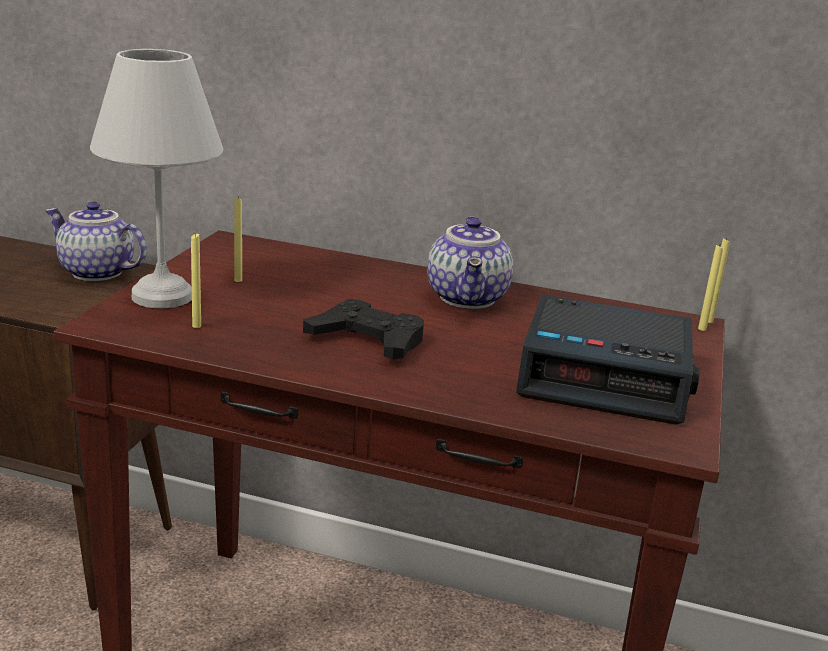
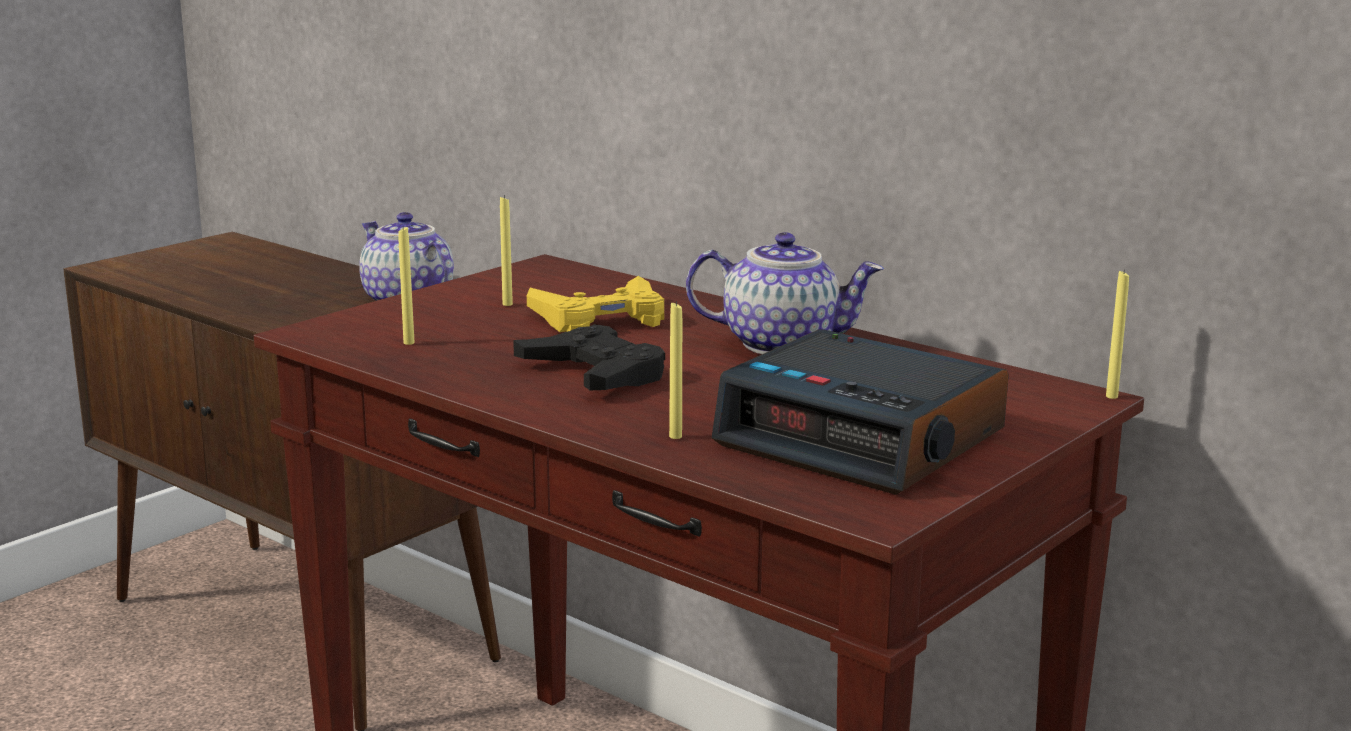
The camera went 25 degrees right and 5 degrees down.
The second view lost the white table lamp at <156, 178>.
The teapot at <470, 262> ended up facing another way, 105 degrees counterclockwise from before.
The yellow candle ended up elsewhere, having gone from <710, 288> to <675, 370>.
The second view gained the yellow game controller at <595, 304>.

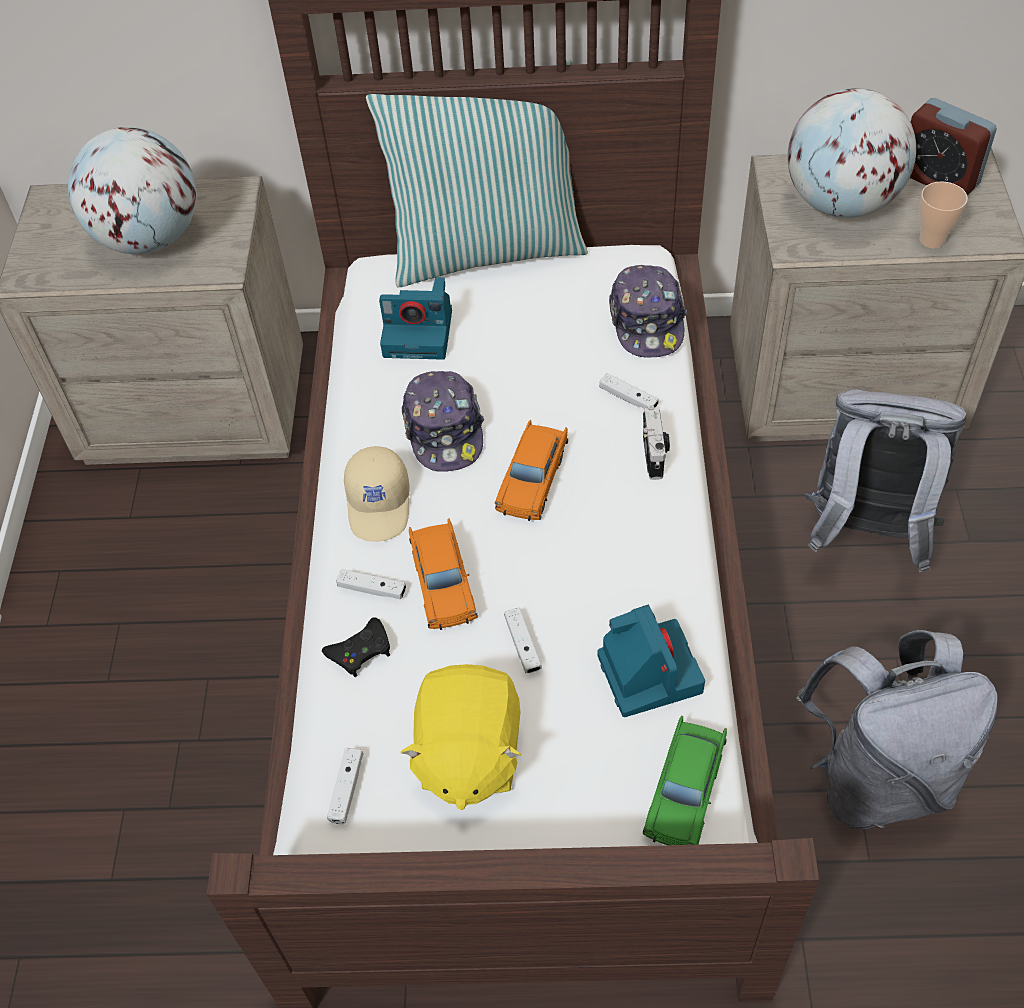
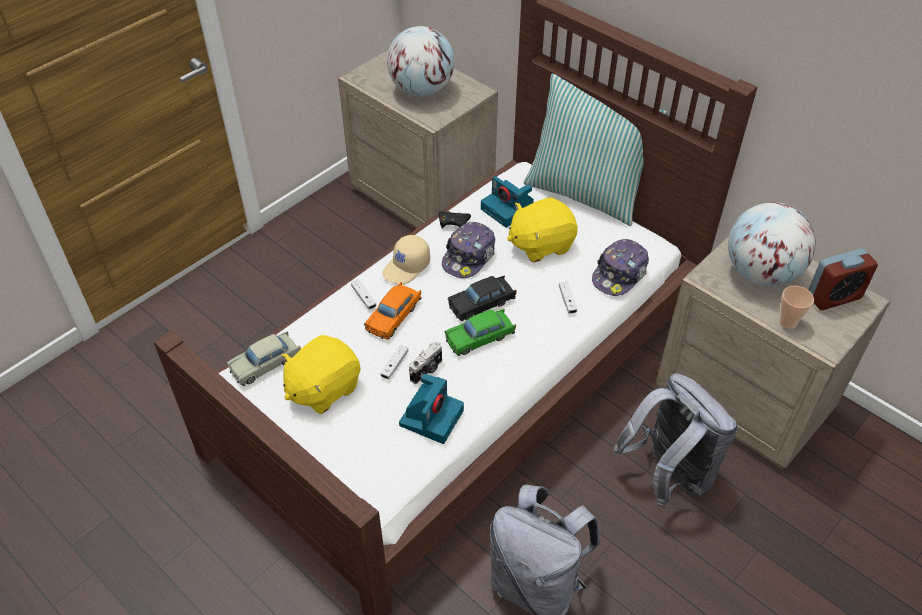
The camera went 40 degrees right and 5 degrees down.
The black game controller ended up elsewhere, having gone from <356, 647> to <454, 220>.
Where the white game controller stood at <345, 786>, the beige toy car came to stand at <263, 358>.
What was the orange toy car at <531, 470> turned into the black toy car at <482, 298>.
The photo camera ended up elsewhere, having gone from <656, 442> to <425, 363>.
The green toy car ended up elsewhere, having gone from <685, 780> to <480, 332>.
The alarm clock at <953, 147> ended up facing another way, 105 degrees counterclockwise from before.
The second view gained the yellow plush toy at <542, 230>.

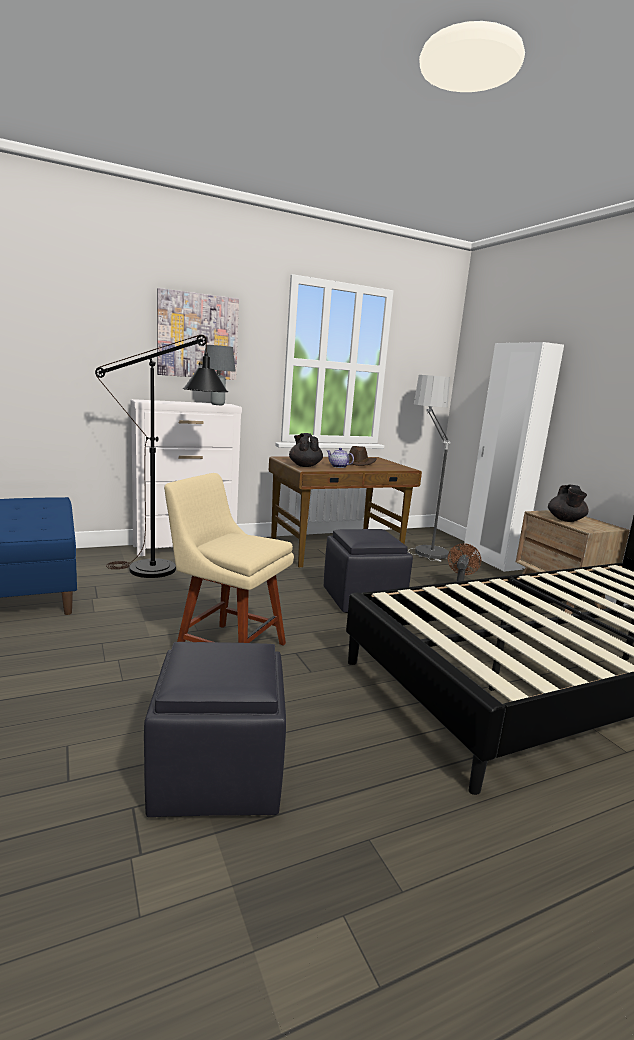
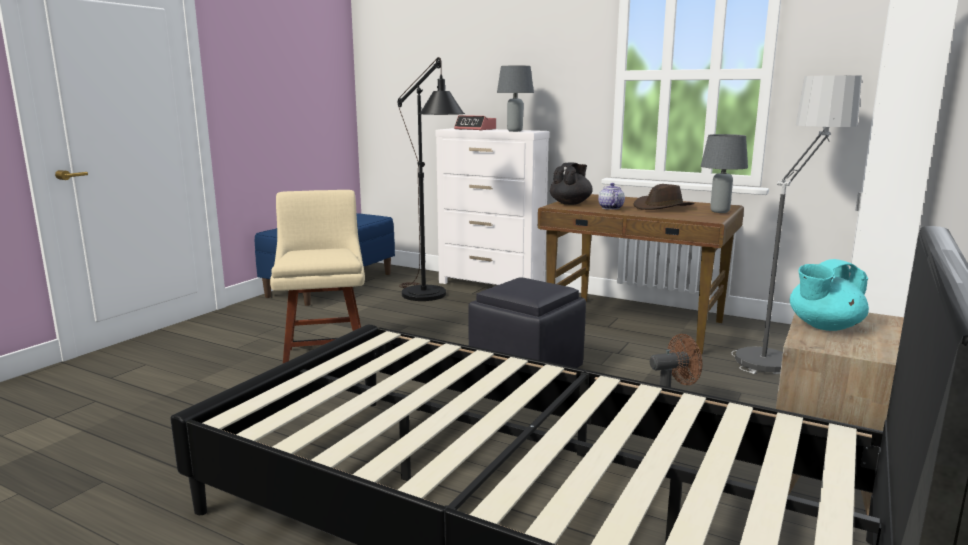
The camera went 55 degrees right and 0 degrees up.
The second view lost the black ottoman at <215, 729>.
The second view lost the picture at <198, 334>.
What was the black teapot at <568, 503> turned into the turquoise teapot at <829, 295>.
The second view gained the alarm clock at <475, 123>.
The second view gained the grey table lamp at <724, 173>.

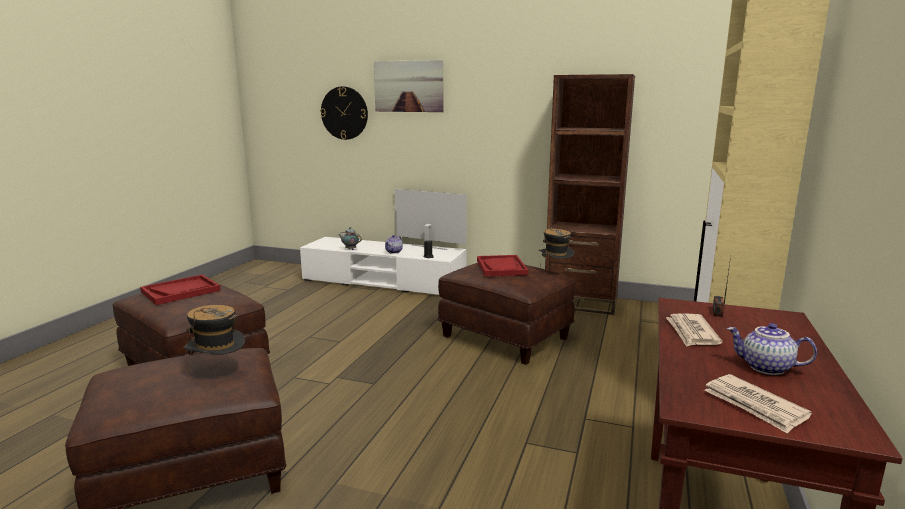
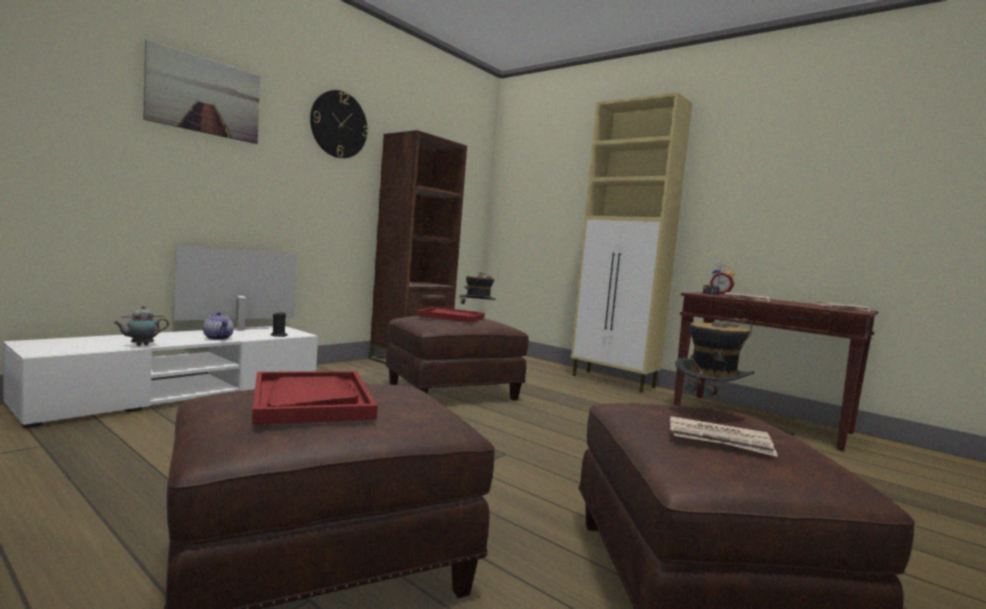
The camera went 70 degrees left and 10 degrees down.
The wall clock ended up elsewhere, having gone from <344, 113> to <339, 124>.
The second view lost the teapot at <772, 349>.
The second view gained the newspaper at <724, 436>.
The second view gained the alarm clock at <722, 279>.

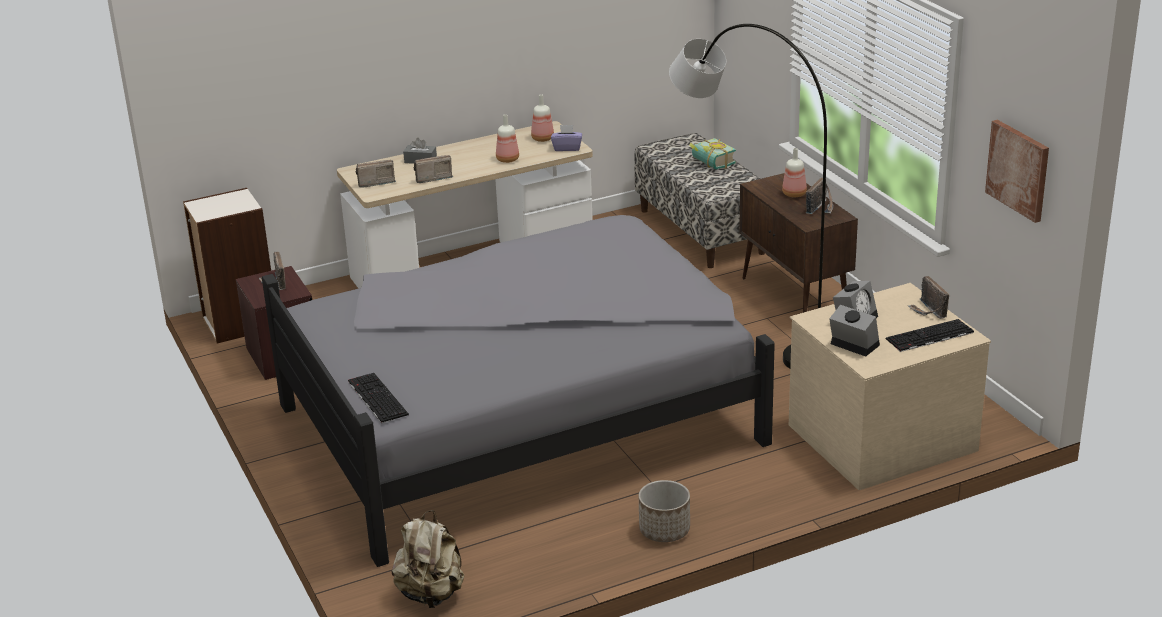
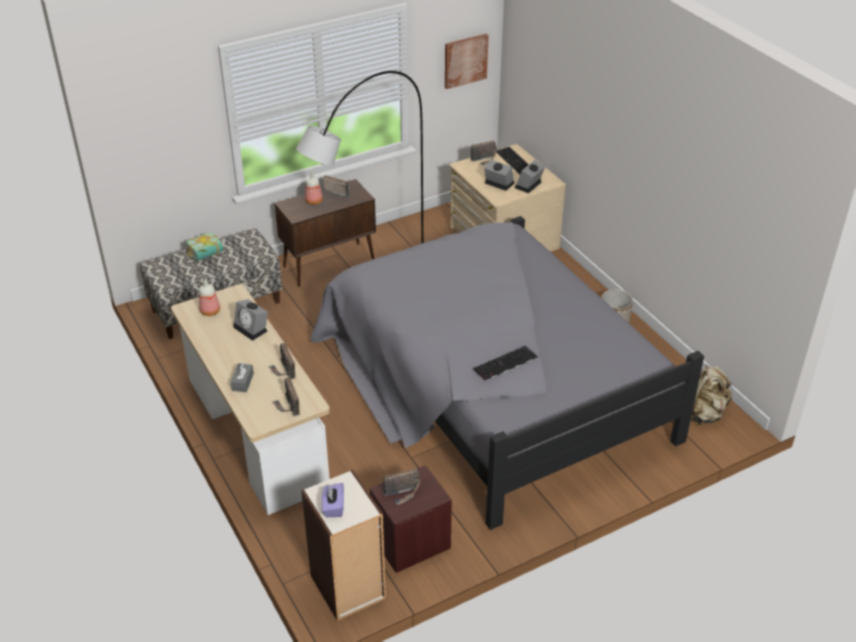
The camera went 95 degrees left and 10 degrees up.
The keyboard ended up elsewhere, having gone from <378, 398> to <505, 363>.
Where the bottle stood at <507, 138>, the alarm clock came to stand at <250, 320>.
The purple tissue box ended up elsewhere, having gone from <566, 138> to <333, 500>.

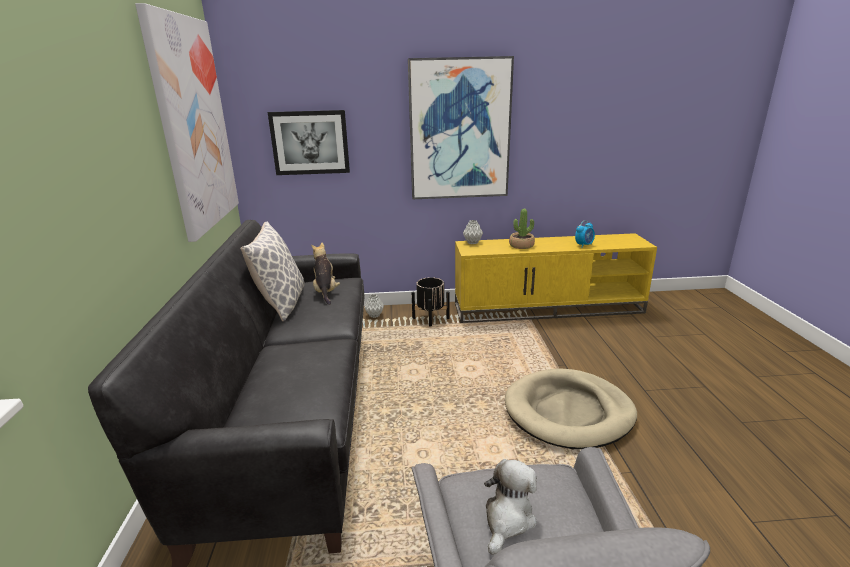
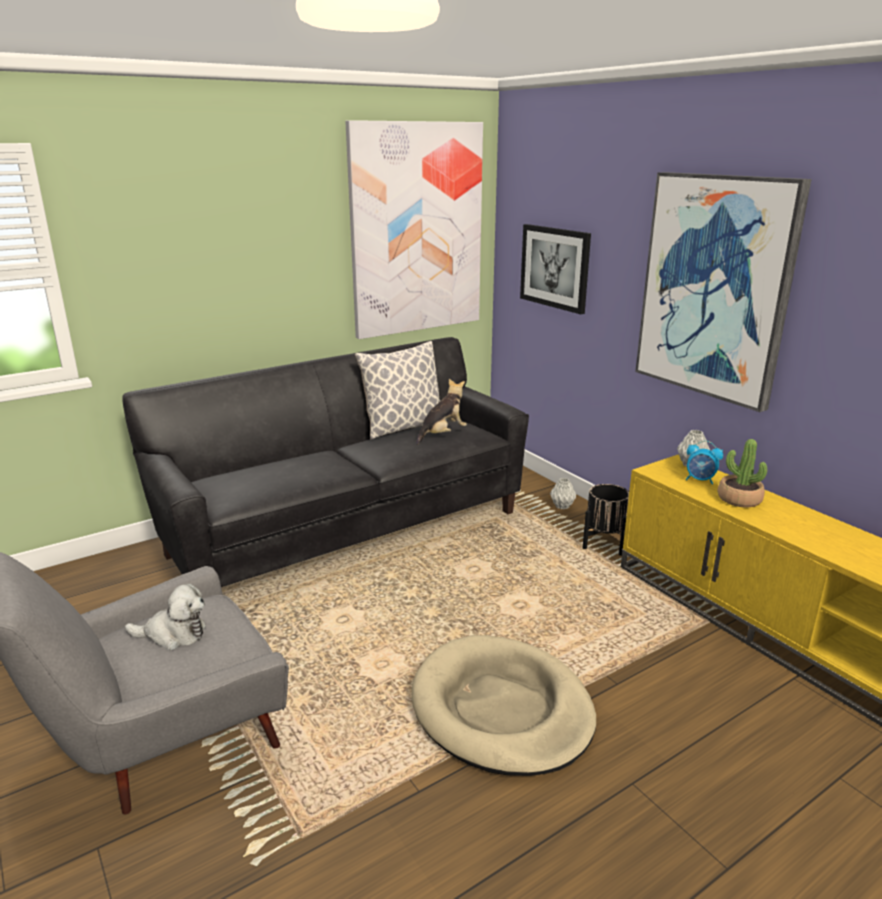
The camera went 60 degrees right and 0 degrees up.
The alarm clock ended up elsewhere, having gone from <585, 234> to <704, 463>.

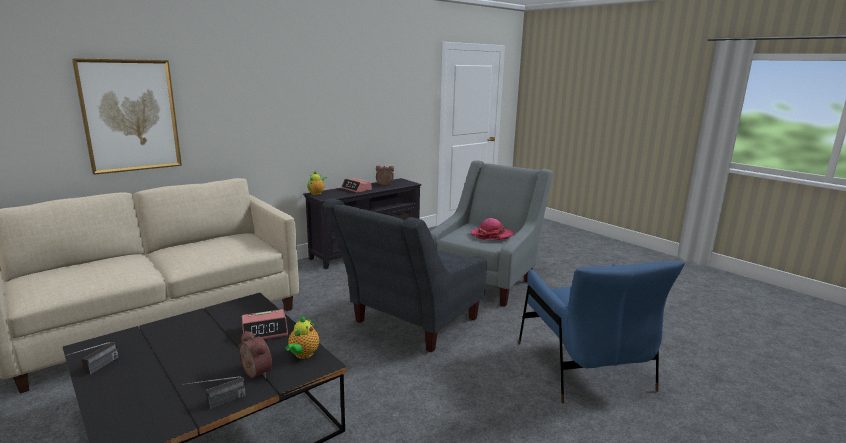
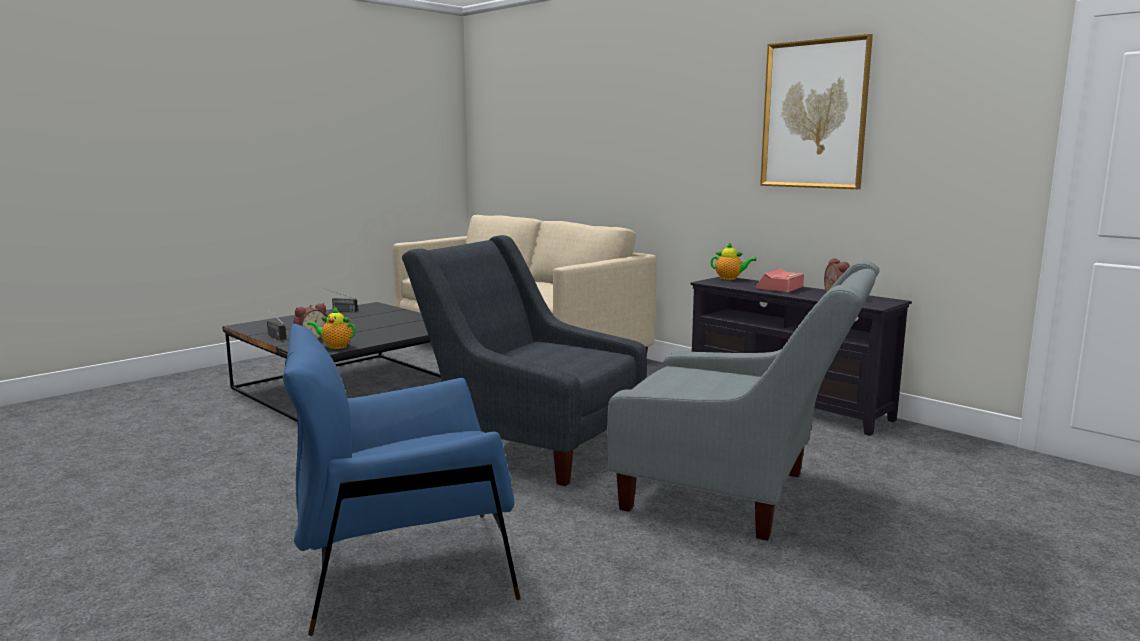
The camera went 85 degrees right and 5 degrees down.
The picture ended up elsewhere, having gone from <127, 116> to <816, 111>.
The second view lost the alarm clock at <265, 324>.
The second view lost the hat at <492, 229>.

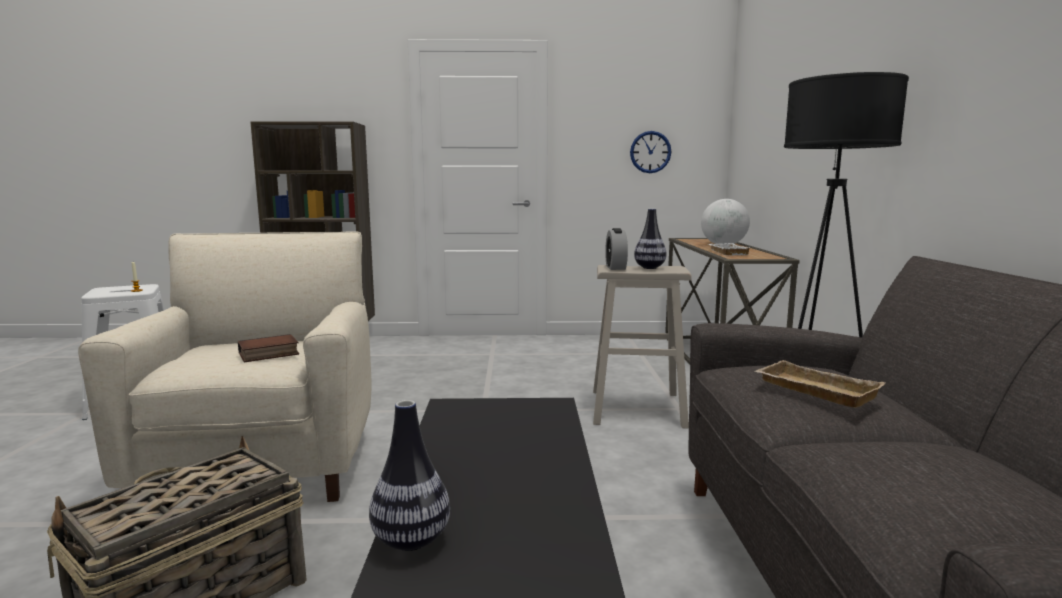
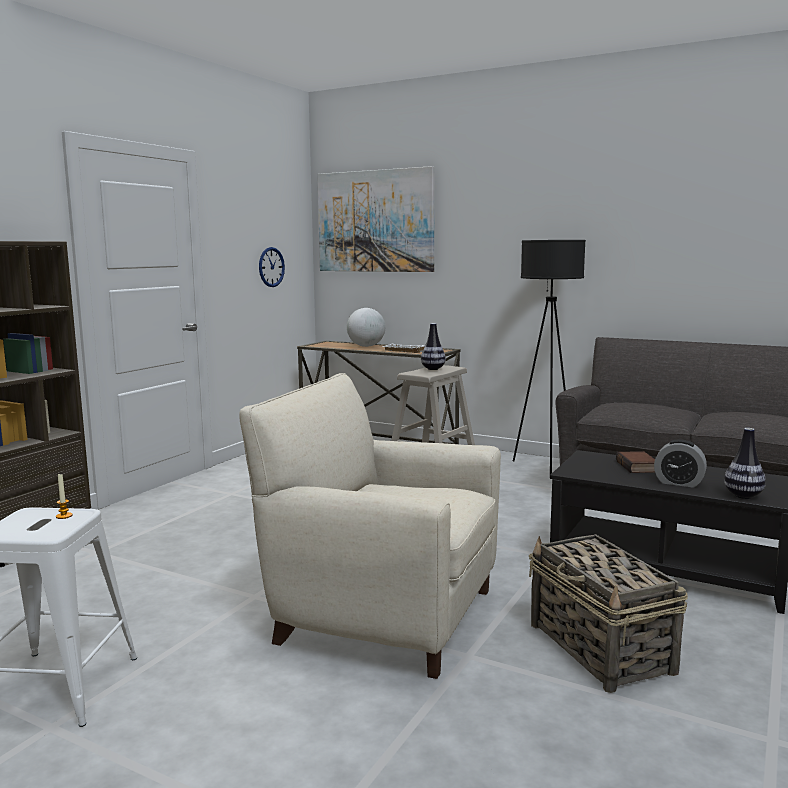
The camera went 60 degrees left and 0 degrees up.
The book ended up elsewhere, having gone from <268, 348> to <635, 462>.
The alarm clock ended up elsewhere, having gone from <616, 249> to <680, 463>.
The second view lost the beige tray at <820, 384>.
The second view gained the picture at <376, 219>.

